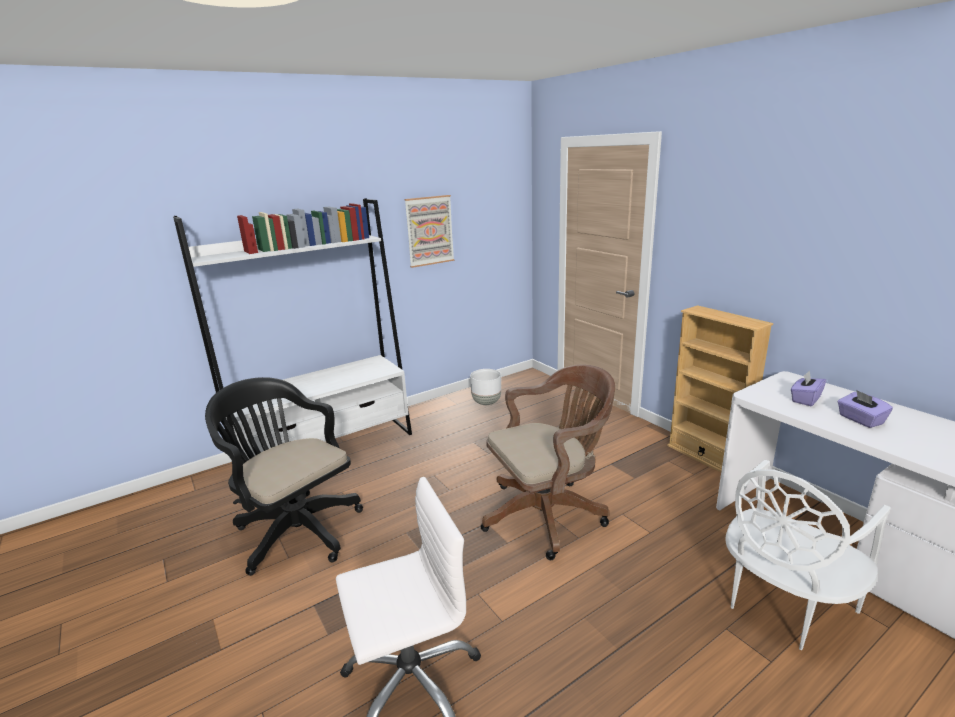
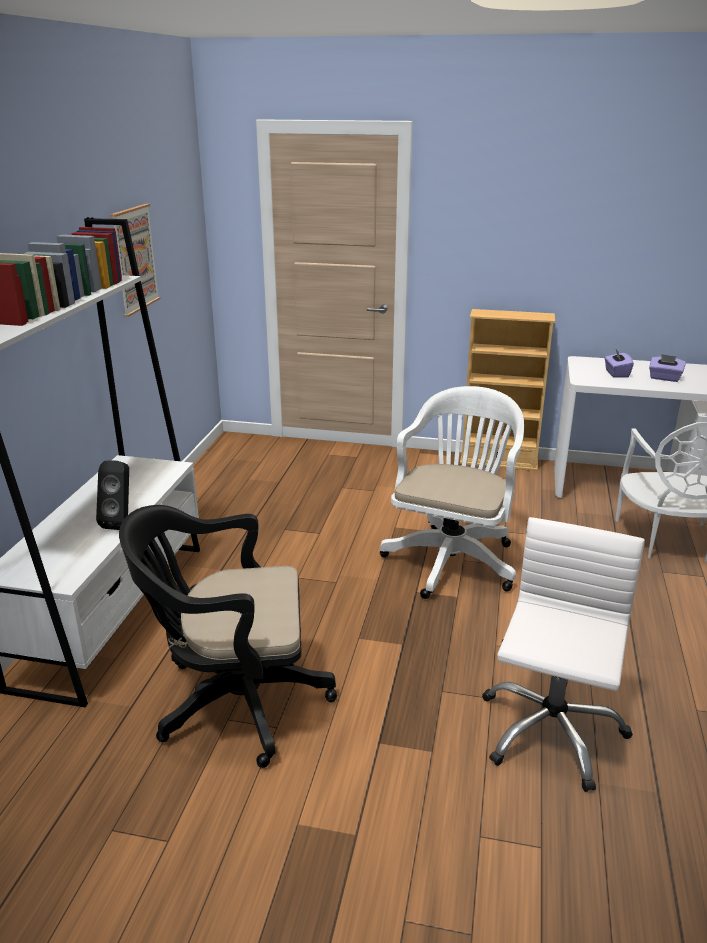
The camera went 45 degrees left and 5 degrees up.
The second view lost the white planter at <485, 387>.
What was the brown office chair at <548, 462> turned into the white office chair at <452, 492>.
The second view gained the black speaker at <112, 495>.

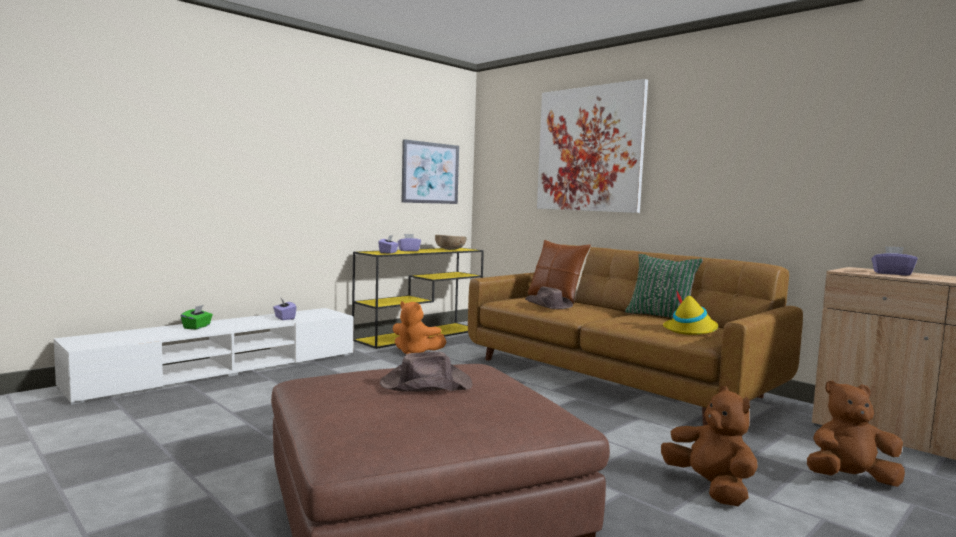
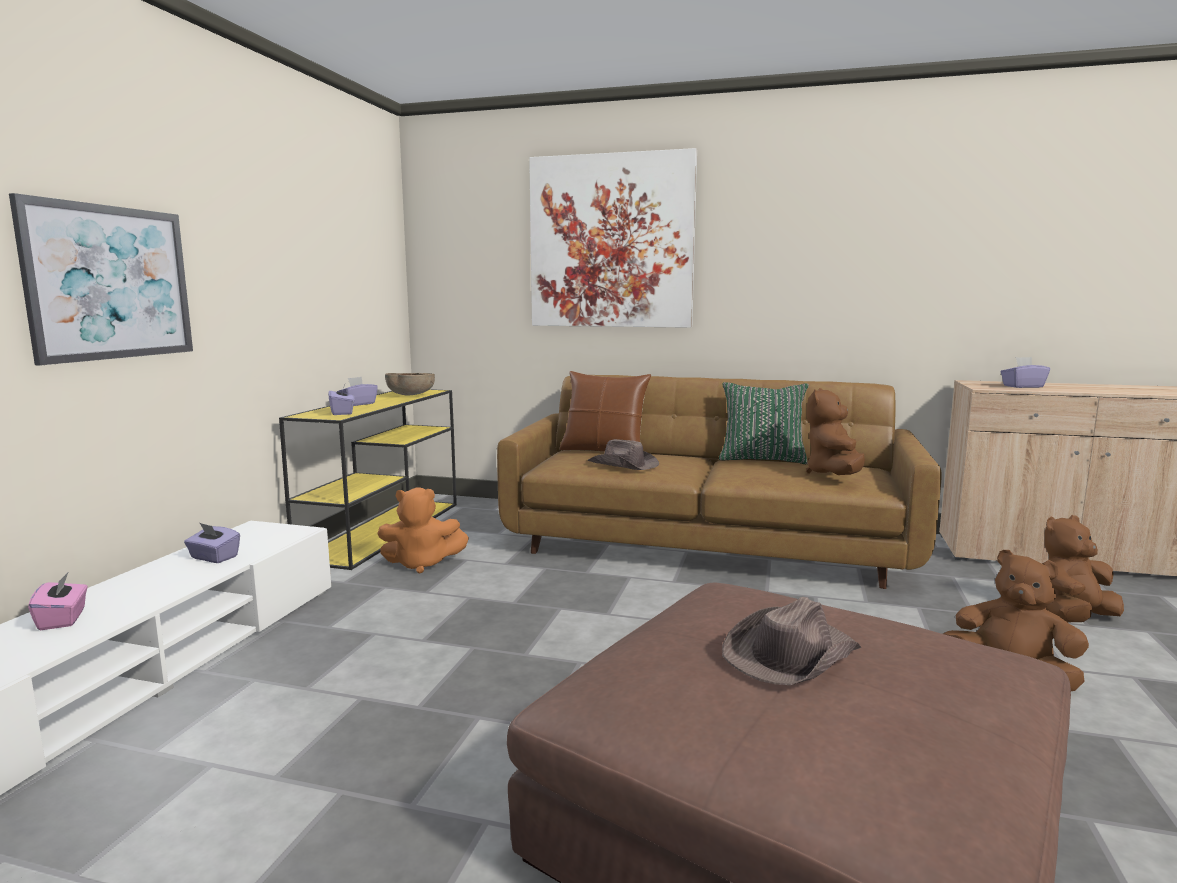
The camera went 30 degrees left and 5 degrees up.
What was the green tissue box at <197, 317> turned into the pink tissue box at <58, 602>.
The picture ended up elsewhere, having gone from <430, 171> to <101, 279>.
Where the yellow hat stood at <690, 312>, the brown plush toy came to stand at <835, 431>.

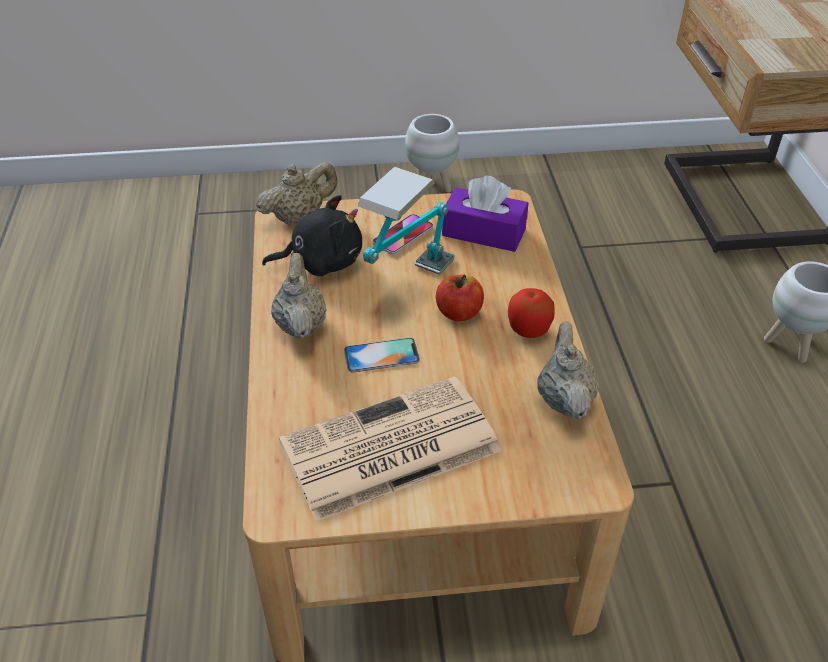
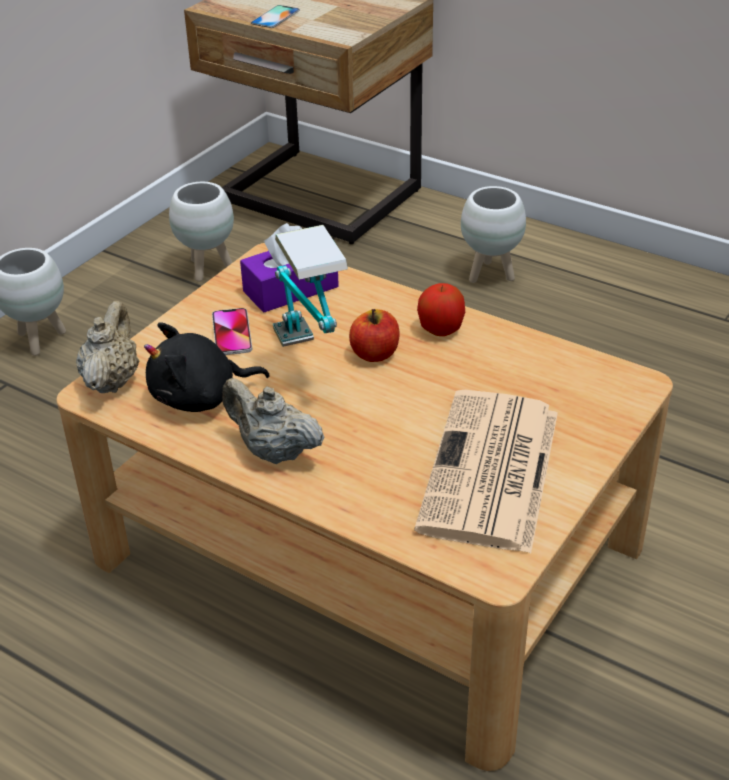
The camera went 50 degrees left and 5 degrees down.
The black plush toy at <312, 235> ended up facing another way, 135 degrees counterclockwise from before.
The phone ended up elsewhere, having gone from <382, 355> to <275, 16>.
The second view lost the beige teapot at <568, 370>.
The second view gained the white planter at <201, 232>.

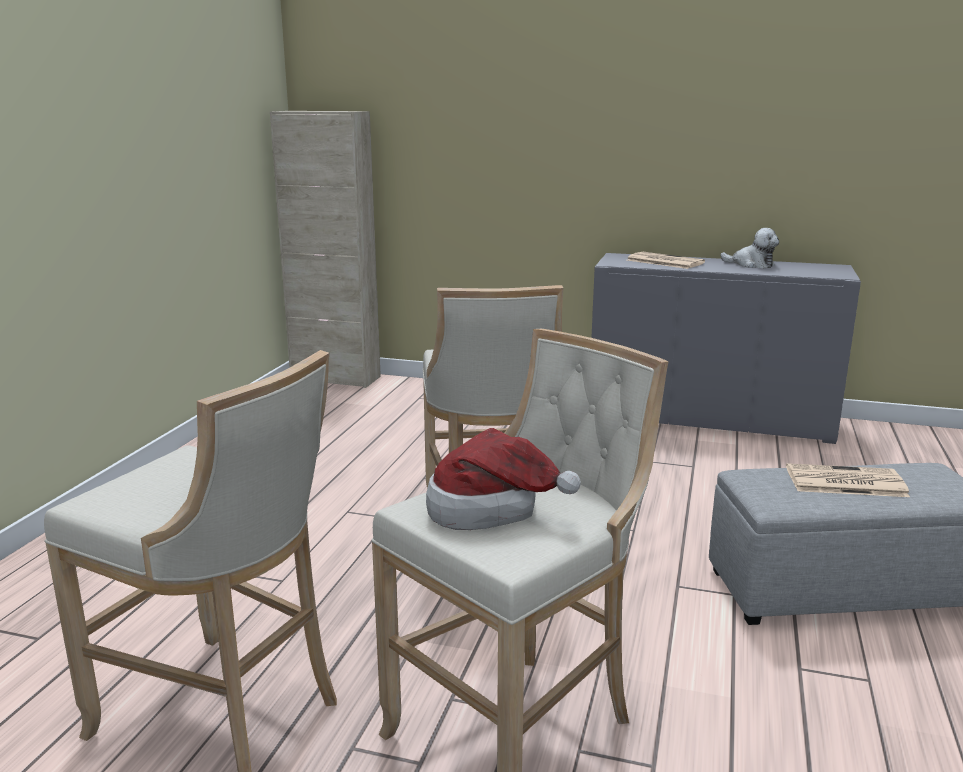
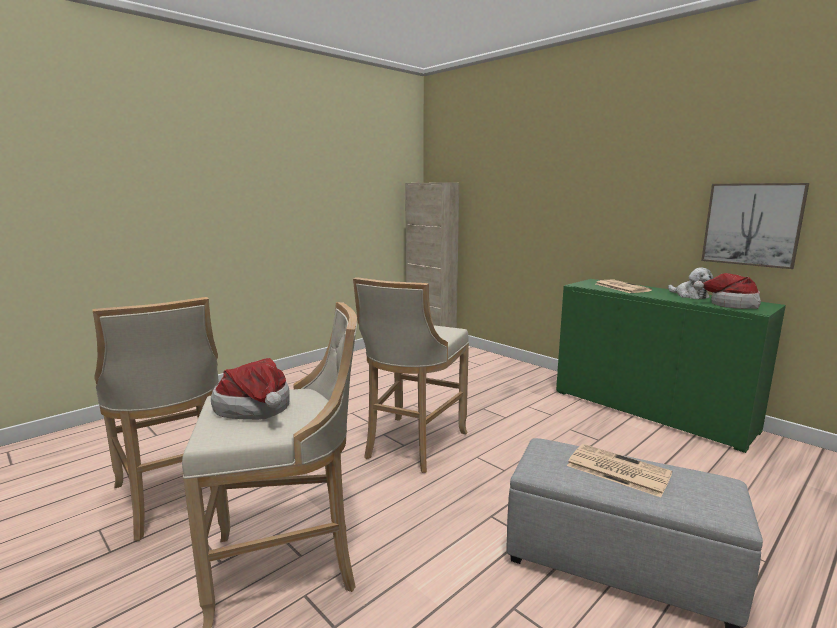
The camera went 30 degrees right and 5 degrees down.
What was the grey cabinet at <726, 348> turned into the green cabinet at <671, 366>.
The second view gained the hat at <727, 291>.
The second view gained the picture at <755, 226>.

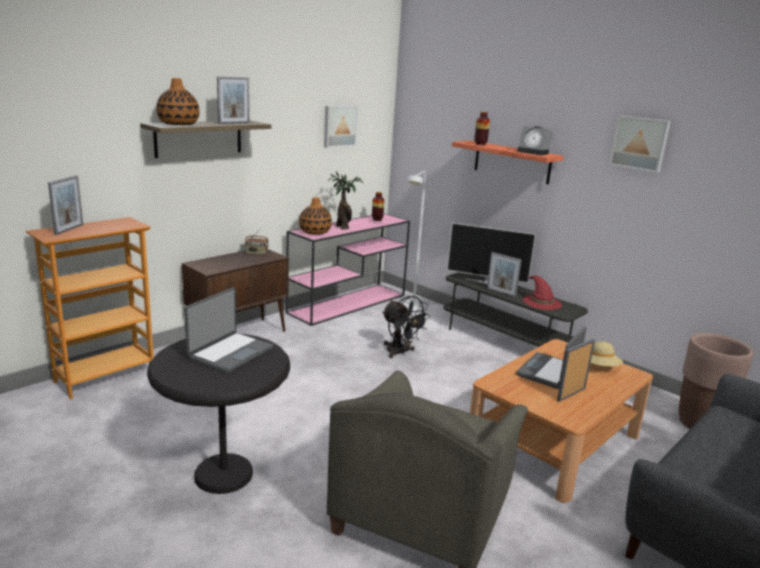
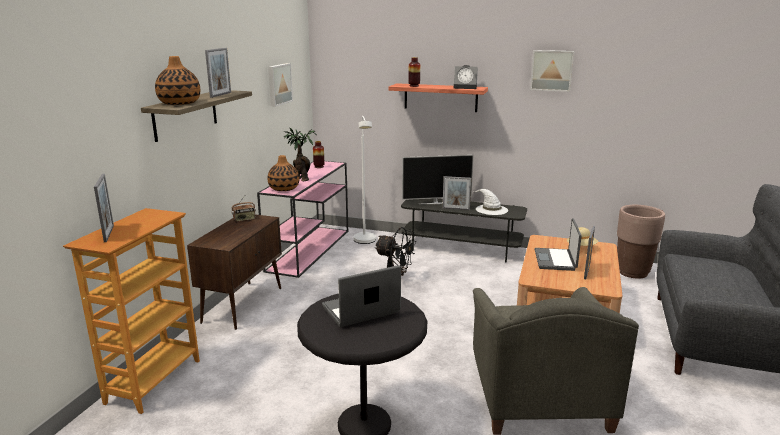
The camera went 25 degrees left and 0 degrees up.
The laptop at <229, 330> ended up facing another way, 120 degrees counterclockwise from before.
What was the red hat at <542, 292> turned into the white hat at <490, 202>.

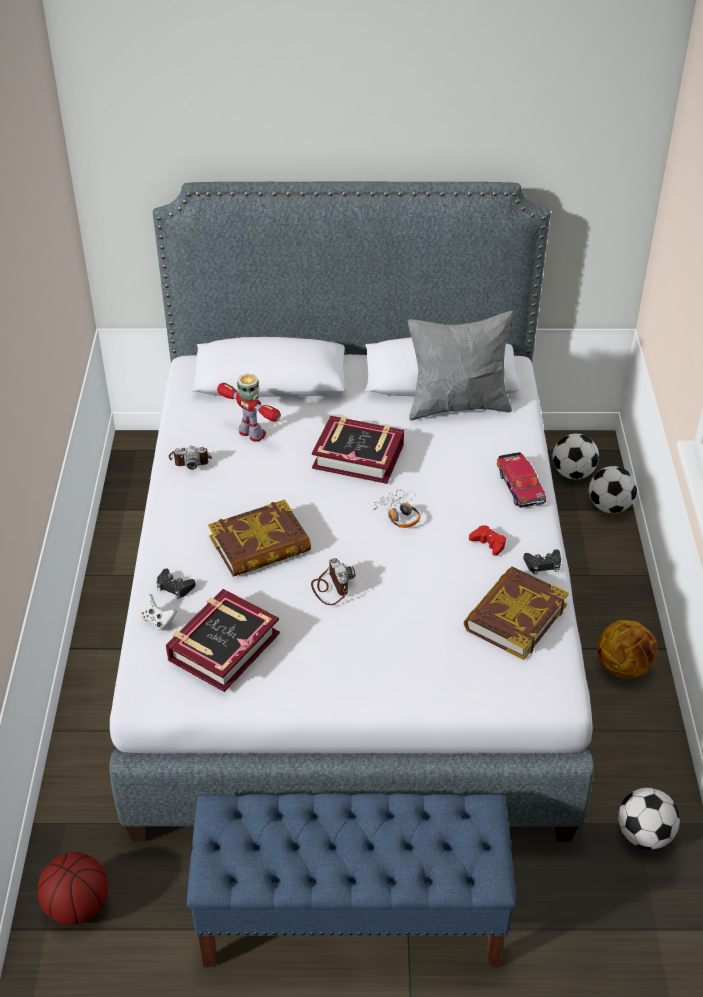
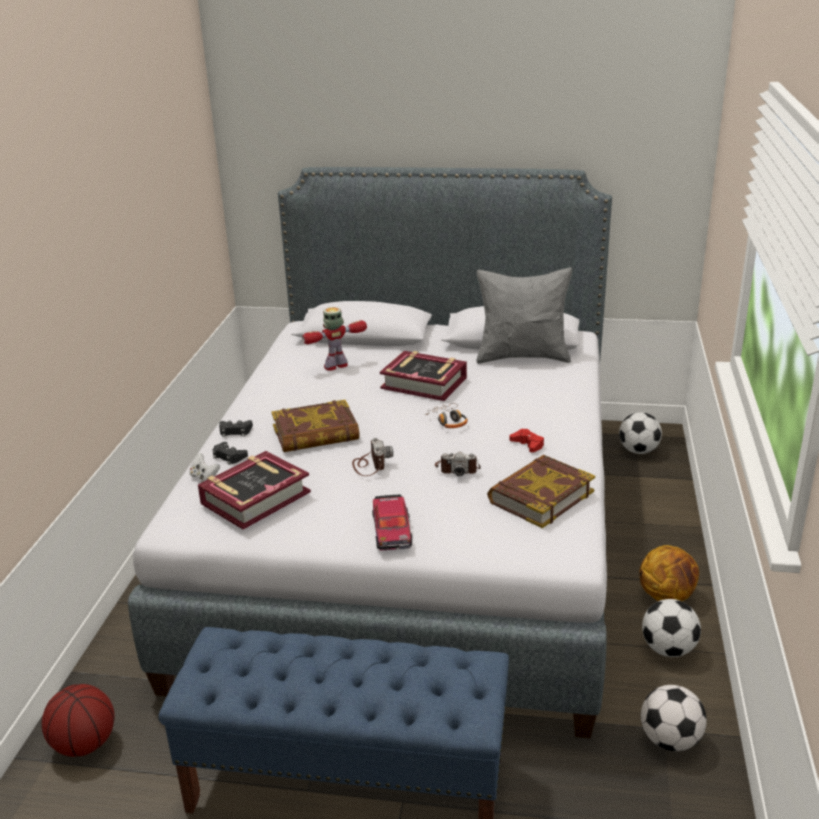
The camera went 10 degrees right and 15 degrees down.
The photo camera ended up elsewhere, having gone from <190, 458> to <458, 464>.
The toy robot at <249, 408> ended up facing another way, 75 degrees counterclockwise from before.
The toy car ended up elsewhere, having gone from <521, 480> to <392, 522>.
The black game controller ended up elsewhere, having gone from <542, 561> to <236, 428>.
The football ended up elsewhere, having gone from <613, 489> to <671, 628>.

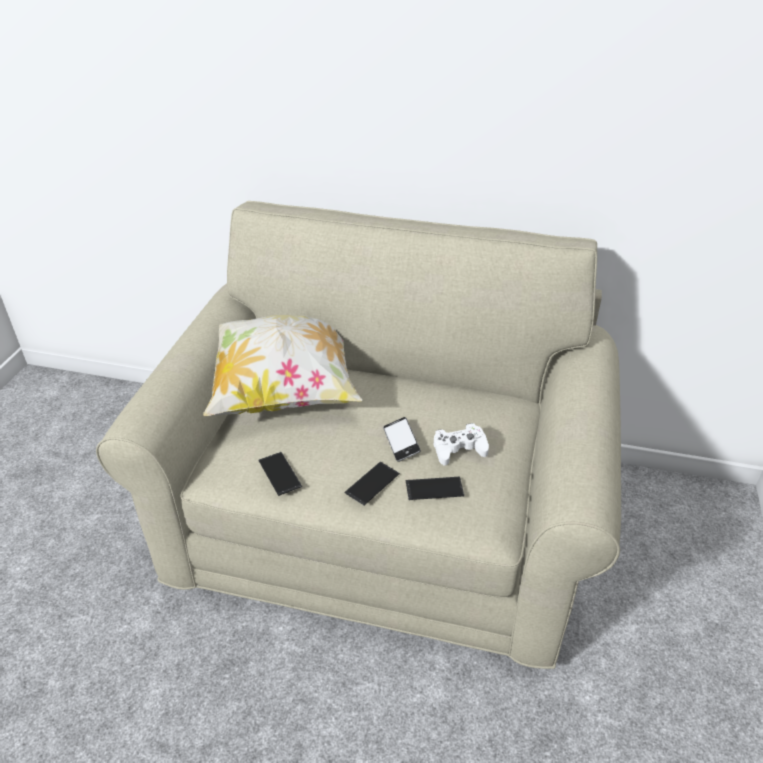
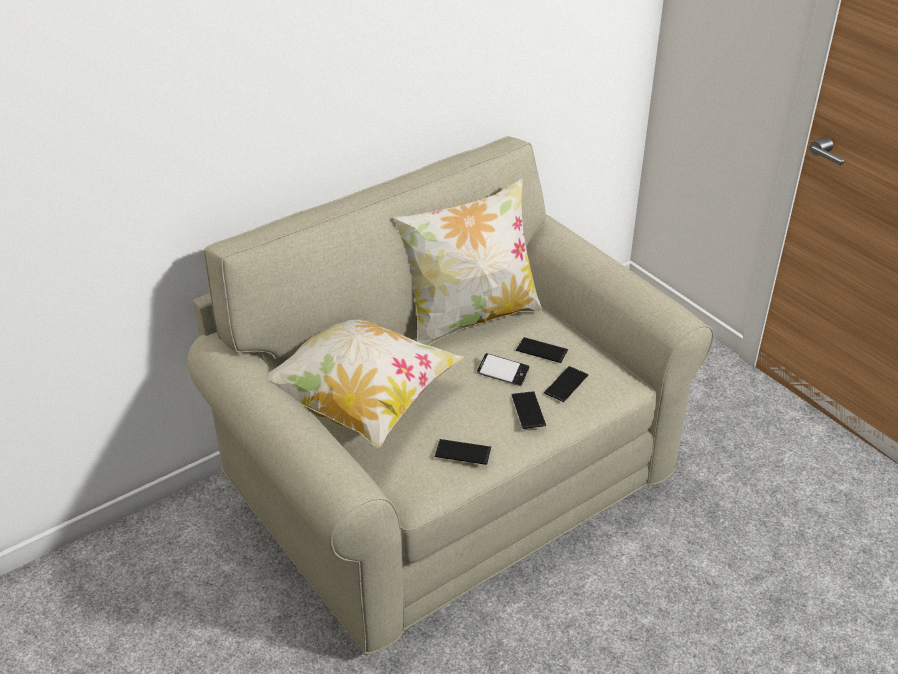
The camera went 50 degrees left and 0 degrees up.
Where the white game controller stood at <461, 444>, the phone came to stand at <542, 350>.
The second view gained the pillow at <467, 262>.

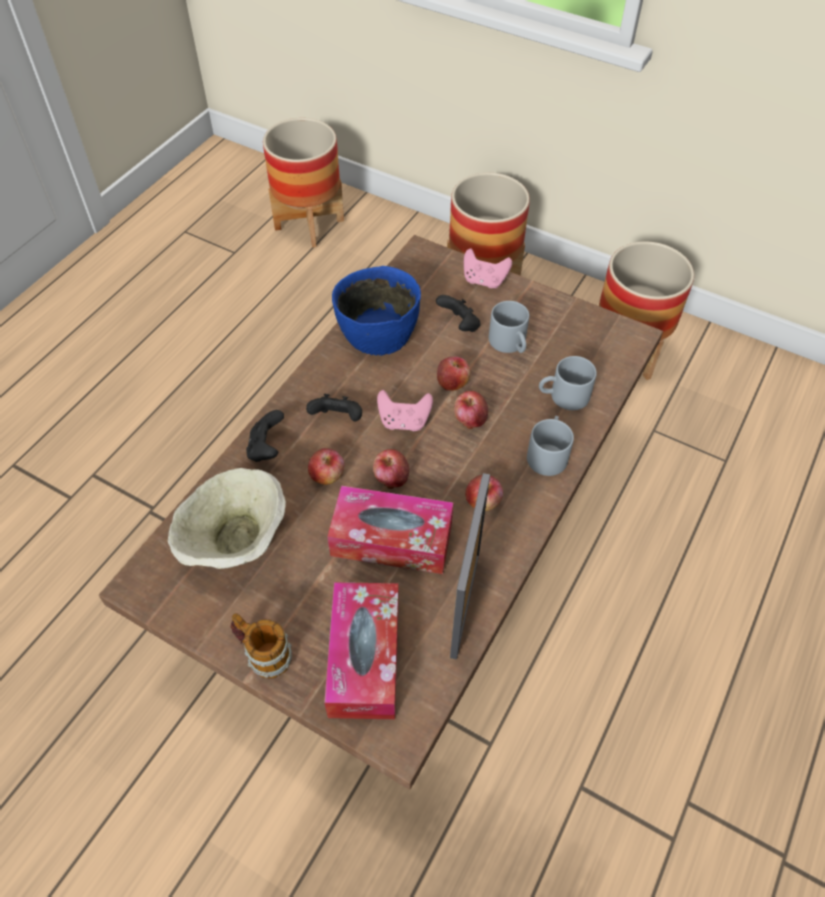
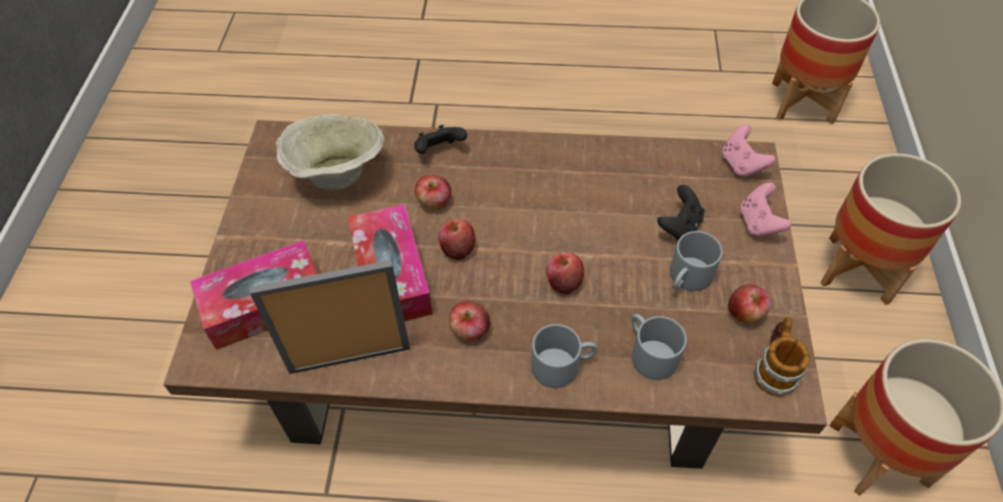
The camera went 65 degrees right and 0 degrees up.
The mug ended up elsewhere, having gone from <261, 646> to <782, 356>.
The second view lost the black game controller at <334, 408>.
The second view lost the blue bowl at <376, 311>.
The pink game controller ended up elsewhere, having gone from <405, 410> to <749, 151>.
The apple ended up elsewhere, having gone from <453, 374> to <749, 303>.

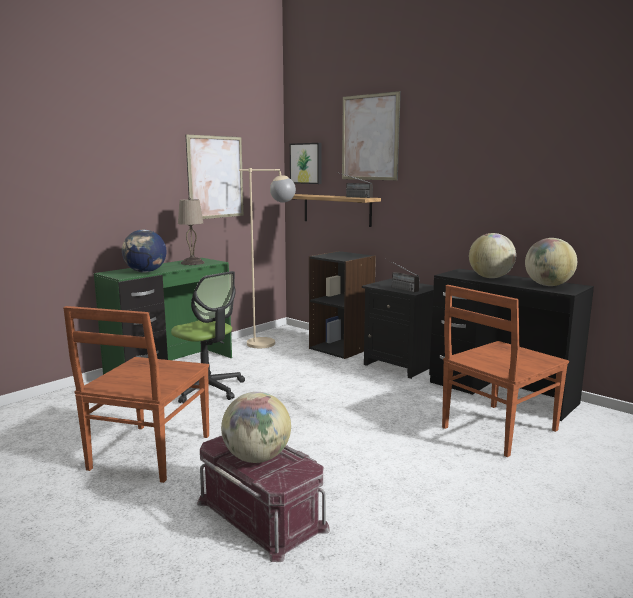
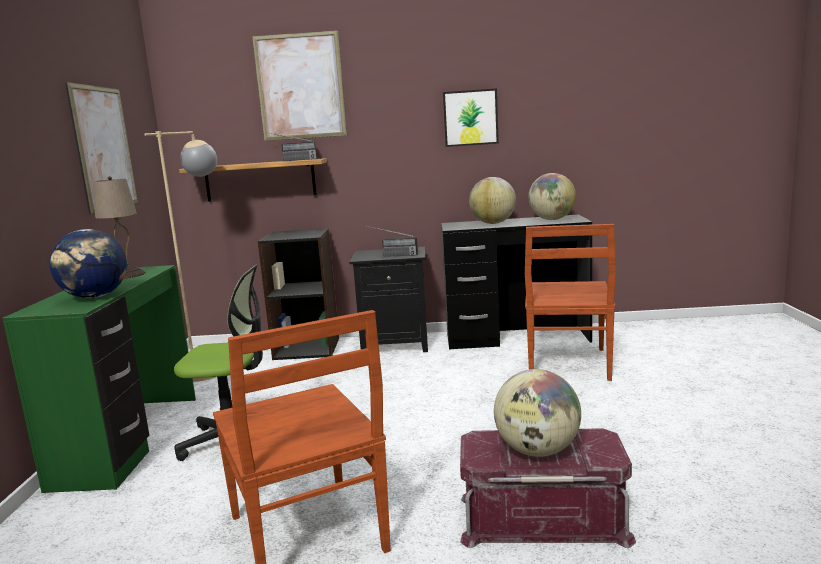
The camera went 40 degrees left and 0 degrees up.
The picture ended up elsewhere, having gone from <306, 163> to <471, 117>.

